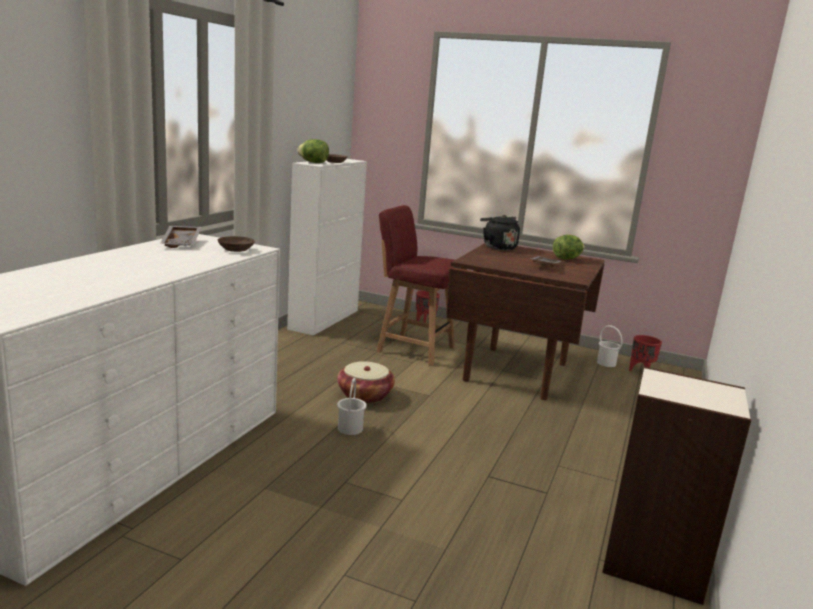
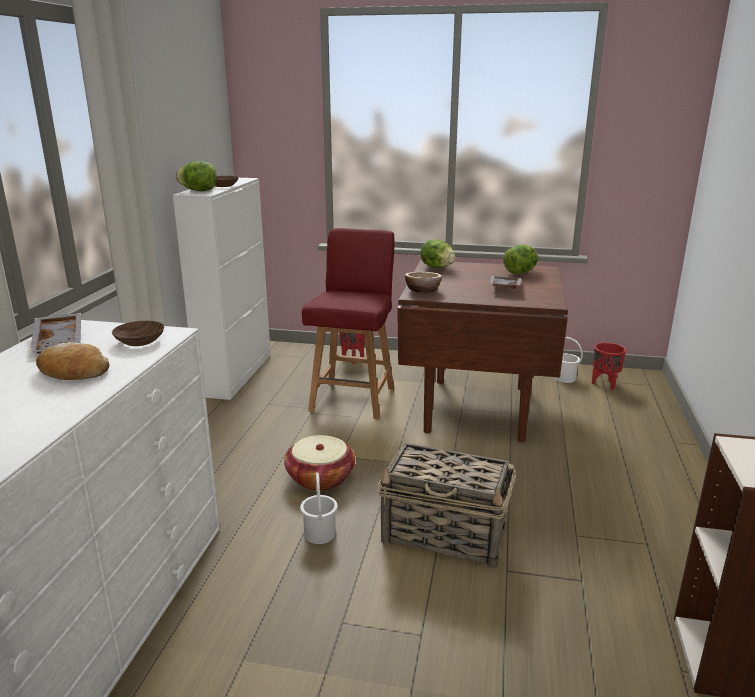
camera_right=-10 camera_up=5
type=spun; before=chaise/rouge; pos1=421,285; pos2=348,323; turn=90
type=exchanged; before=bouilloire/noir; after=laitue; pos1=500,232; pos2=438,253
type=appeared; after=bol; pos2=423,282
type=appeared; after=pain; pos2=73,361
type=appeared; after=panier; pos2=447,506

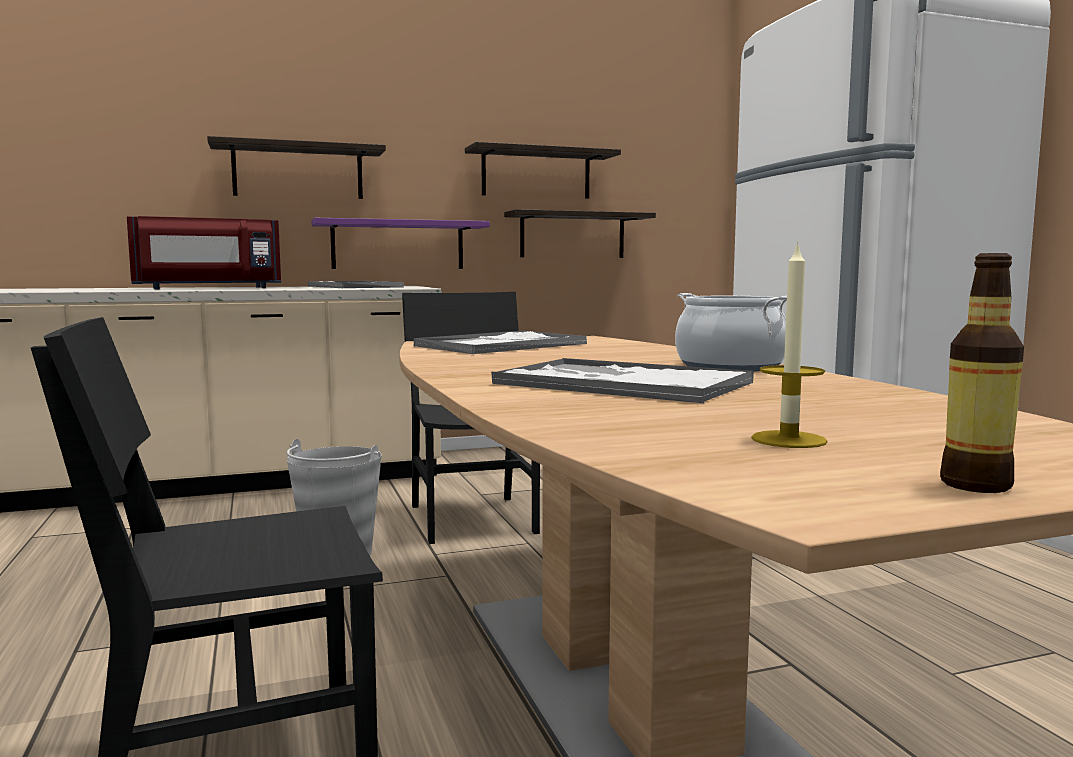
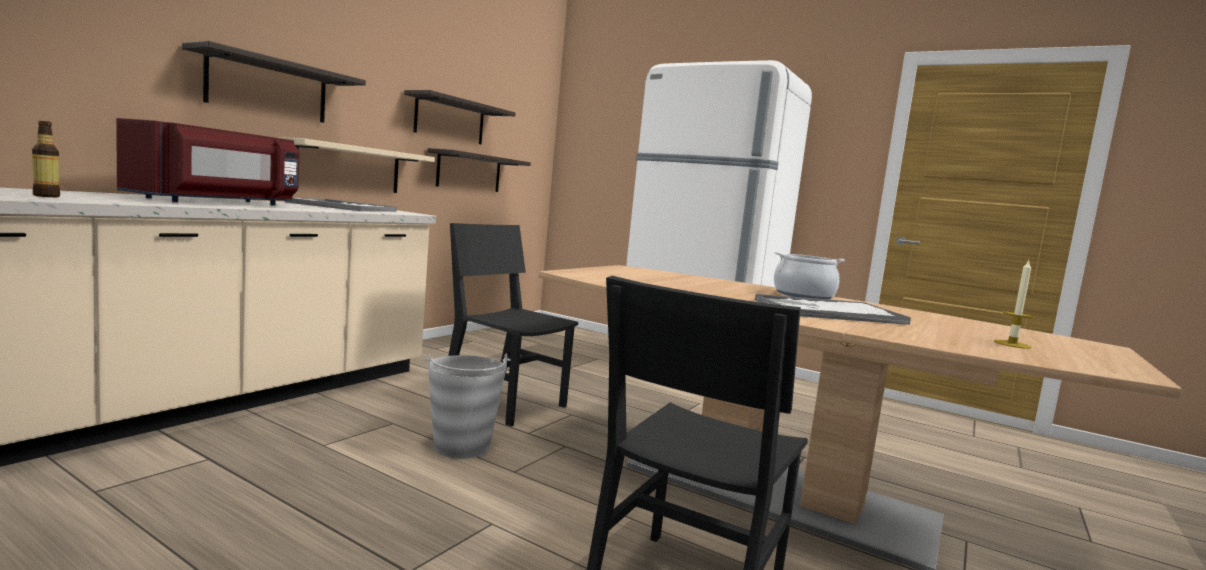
camera_right=-40 camera_up=0
type=colour; before=étagère/violet; after=étagère/beige; pos1=400,243; pos2=356,165
type=relocated; before=bouteille; pos1=982,373; pos2=46,158
type=missing; before=plateau; pos1=500,342

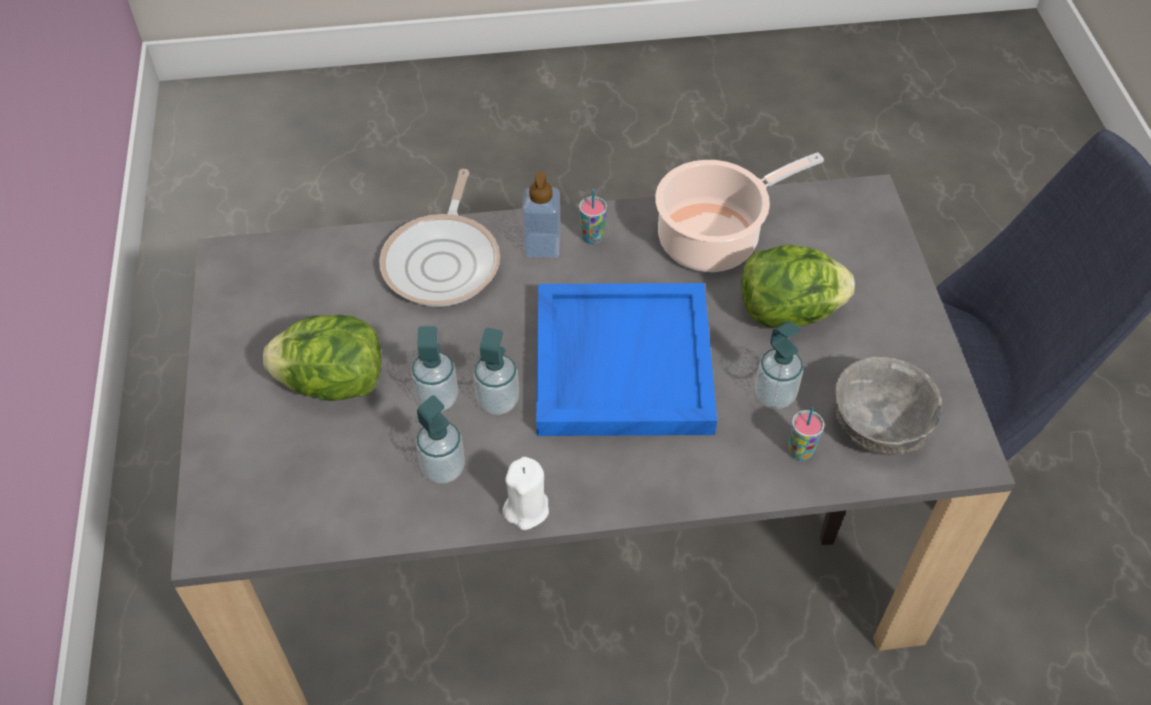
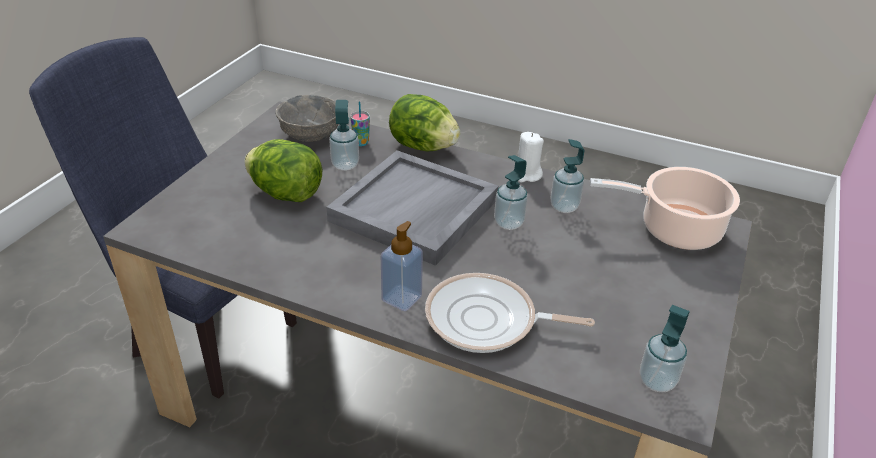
camera_right=-150 camera_up=-15
type=relocated; before=marmite; pos1=739,212; pos2=665,208
type=spun; before=poêle; pos1=439,238; pos2=510,313; turn=-120
type=missing; before=tasse; pos1=593,216
type=colour; before=plateau/bleu; after=plateau/gris; pos1=626,359; pos2=412,208
type=relocated; before=laitue; pos1=322,358; pos2=424,122
type=relocated; before=distributeur de savon; pos1=434,369; pos2=664,348

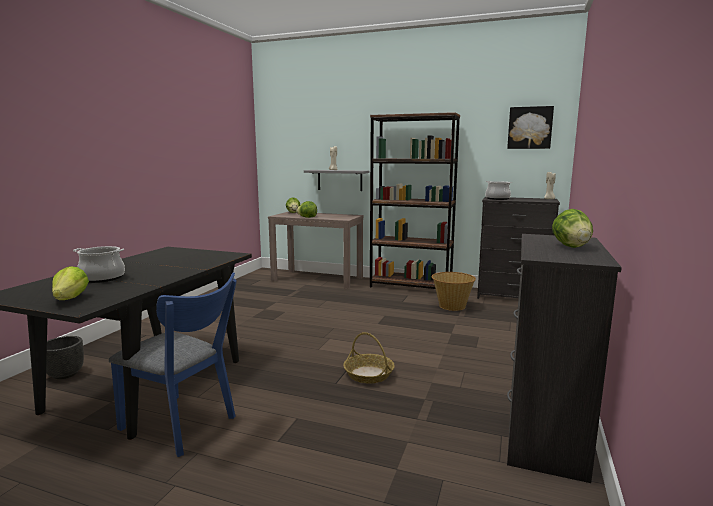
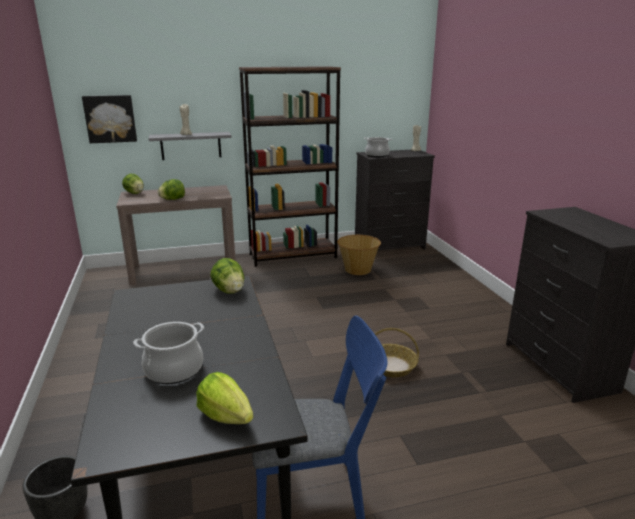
camera_right=-35 camera_up=10
type=relocated; before=tableau; pos1=530,127; pos2=109,119
type=relocated; before=laitue; pos1=572,228; pos2=227,276

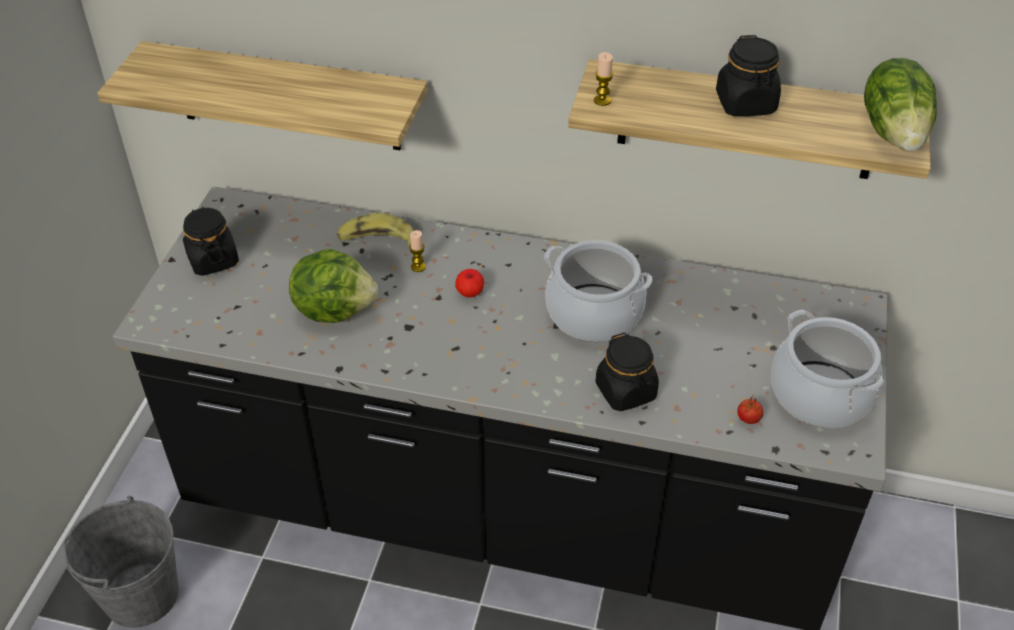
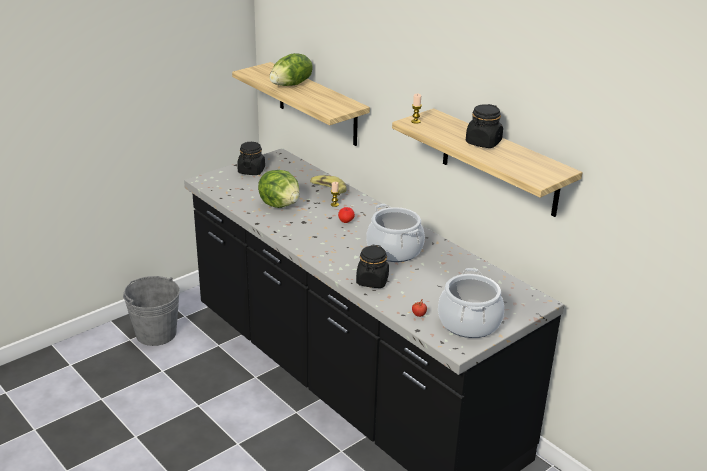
camera_right=35 camera_up=-15
type=relocated; before=laitue; pos1=900,104; pos2=291,69

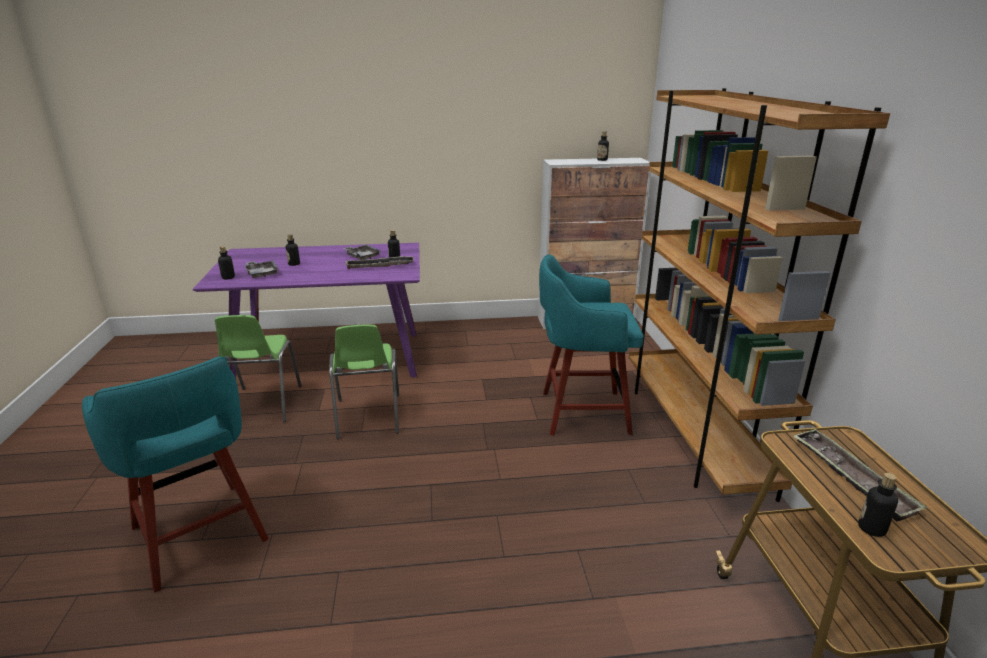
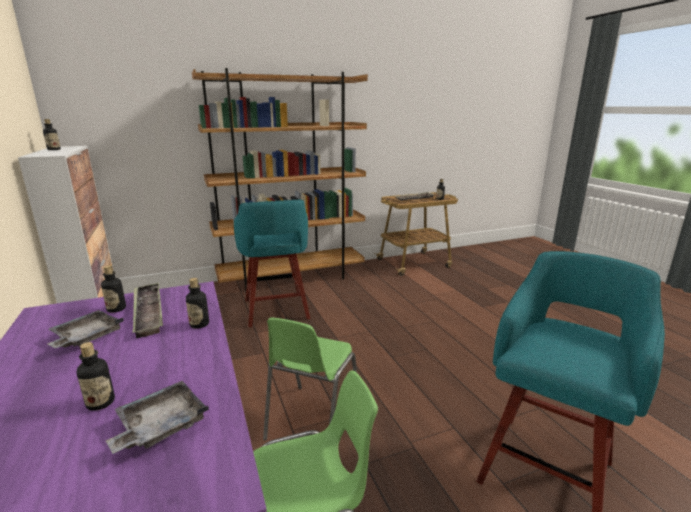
camera_right=-105 camera_up=-5
type=relocated; before=bouteille; pos1=226,262; pos2=197,303
type=spun; before=chaise/vert; pos1=364,382; pos2=310,378; turn=135

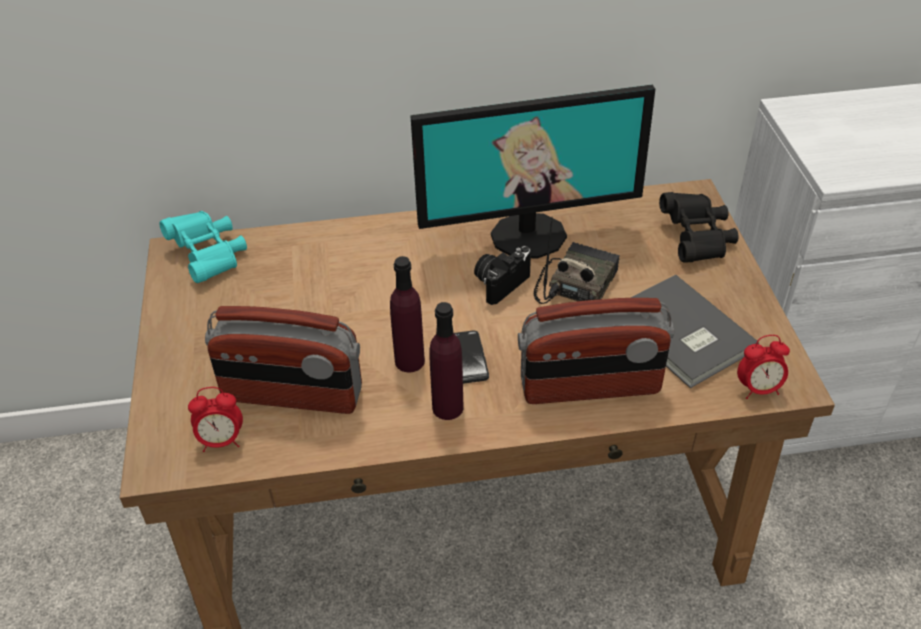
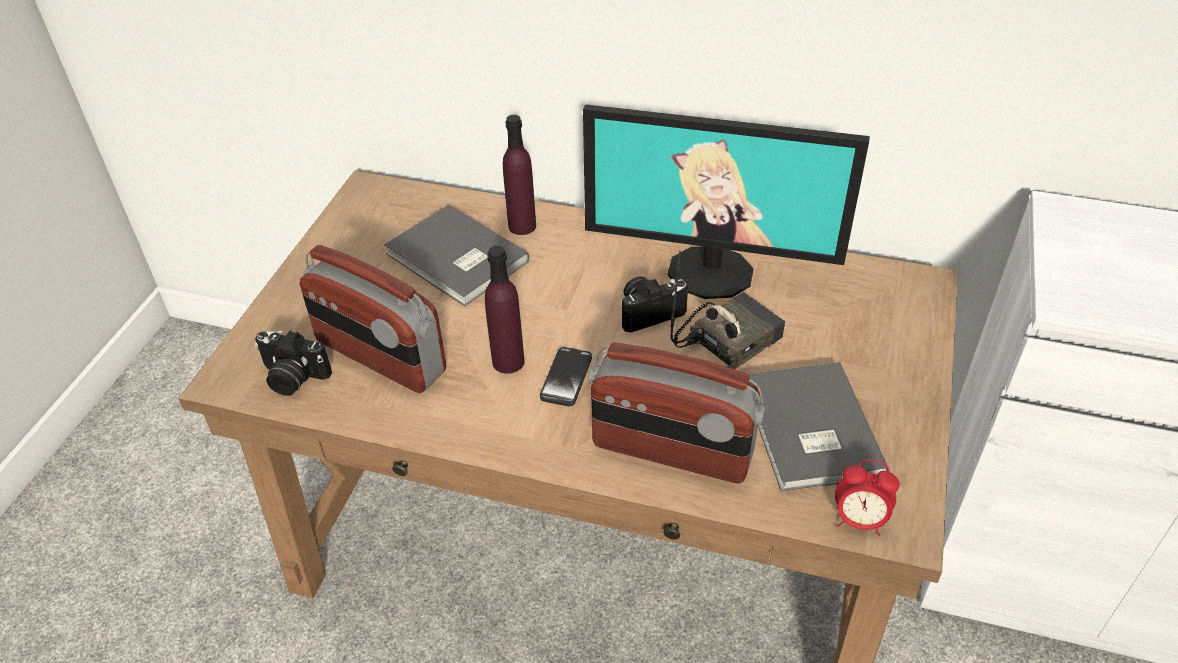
camera_right=25 camera_up=0
type=missing; before=jumelles/noir; pos1=699,227
type=missing; before=jumelles/turquoise; pos1=203,247
type=relocated; before=bouteille/violet; pos1=446,361; pos2=519,175
type=exchanged; before=réveil; after=appareil photo; pos1=215,419; pos2=293,363
type=appeared; after=livre/gris; pos2=456,255

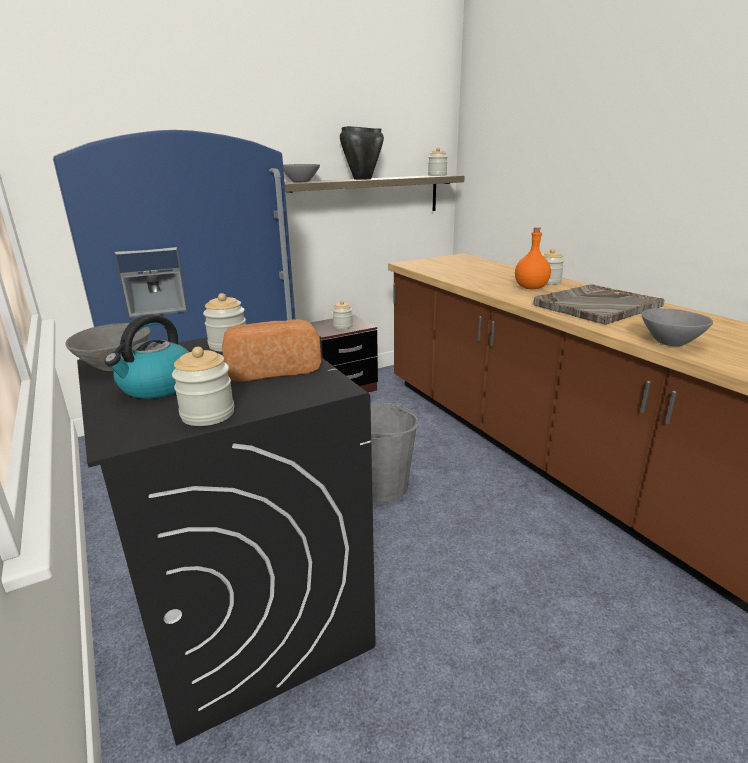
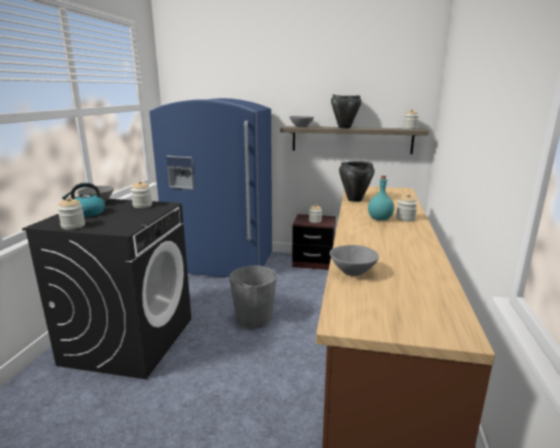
camera_right=40 camera_up=-5
type=colour; before=bouteille/orange; after=bouteille/turquoise; pos1=533,258; pos2=381,198
type=missing; before=plateau/gris; pos1=599,304
type=missing; before=pain; pos1=271,350
type=appeared; after=marmite/noir; pos2=357,181

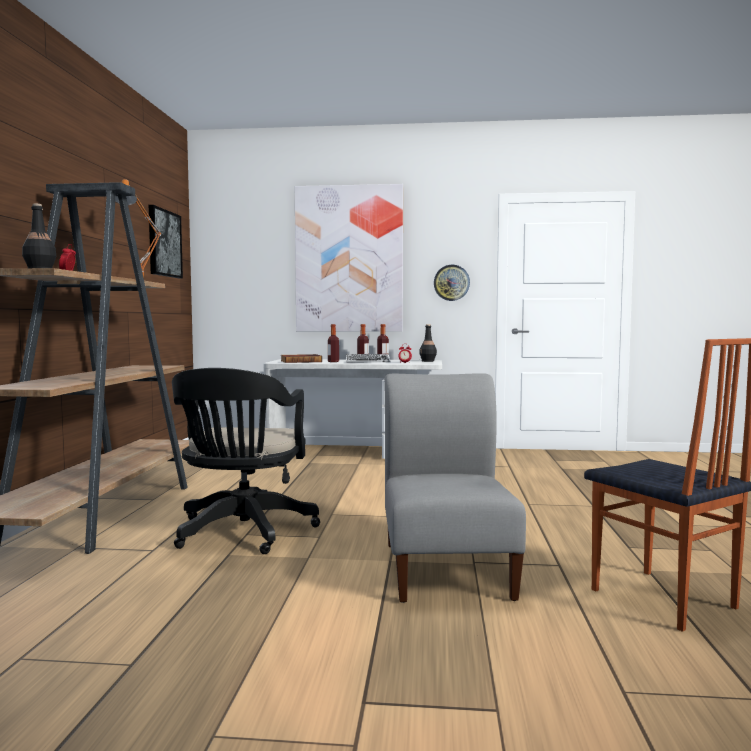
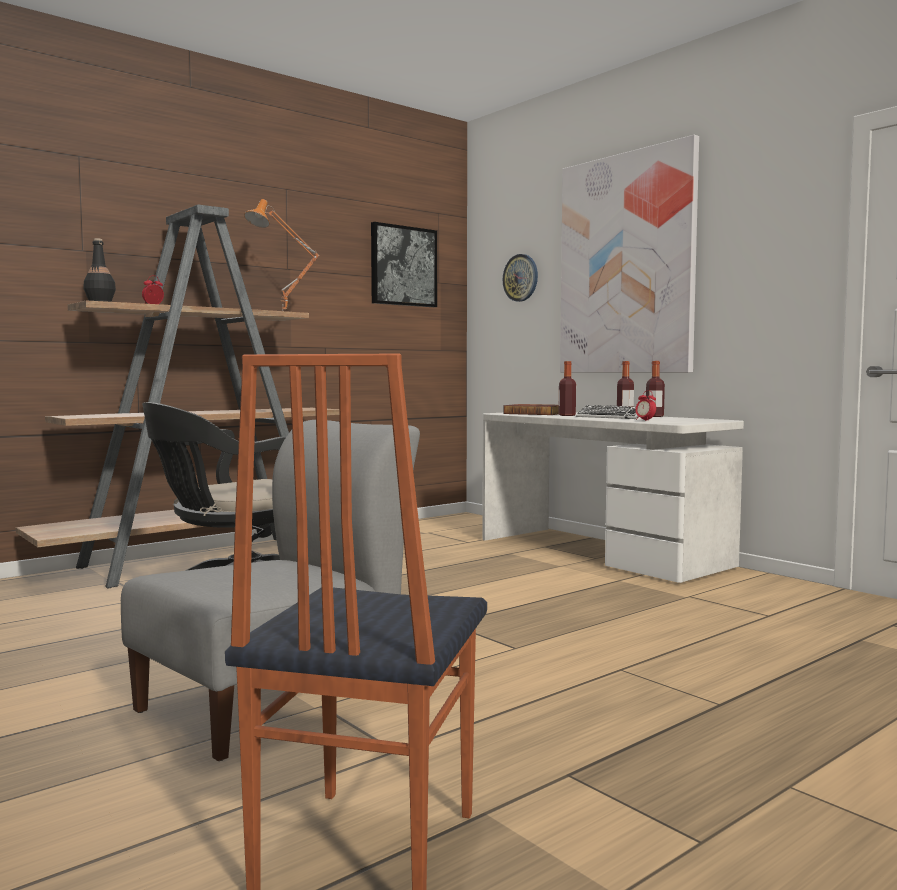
camera_right=45 camera_up=0
type=relocated; before=horloge murale; pos1=452,283; pos2=520,278
type=missing; before=bouteille/noir; pos1=428,343

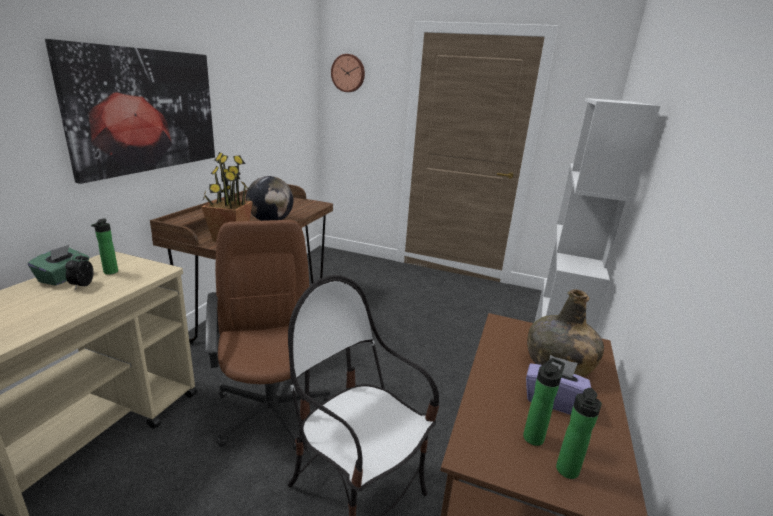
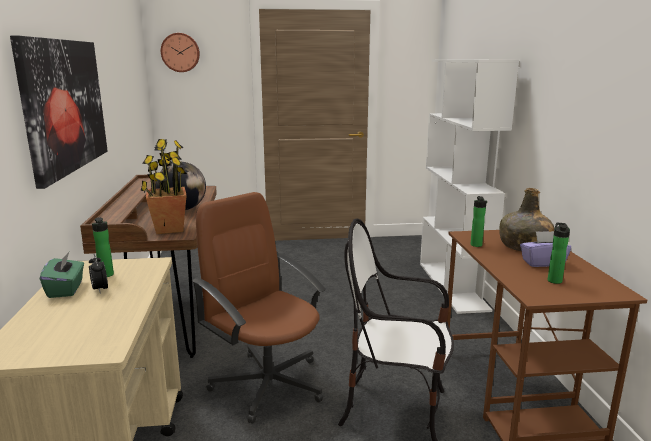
camera_right=-25 camera_up=-5
type=relocated; before=bouteille; pos1=579,433; pos2=479,221

